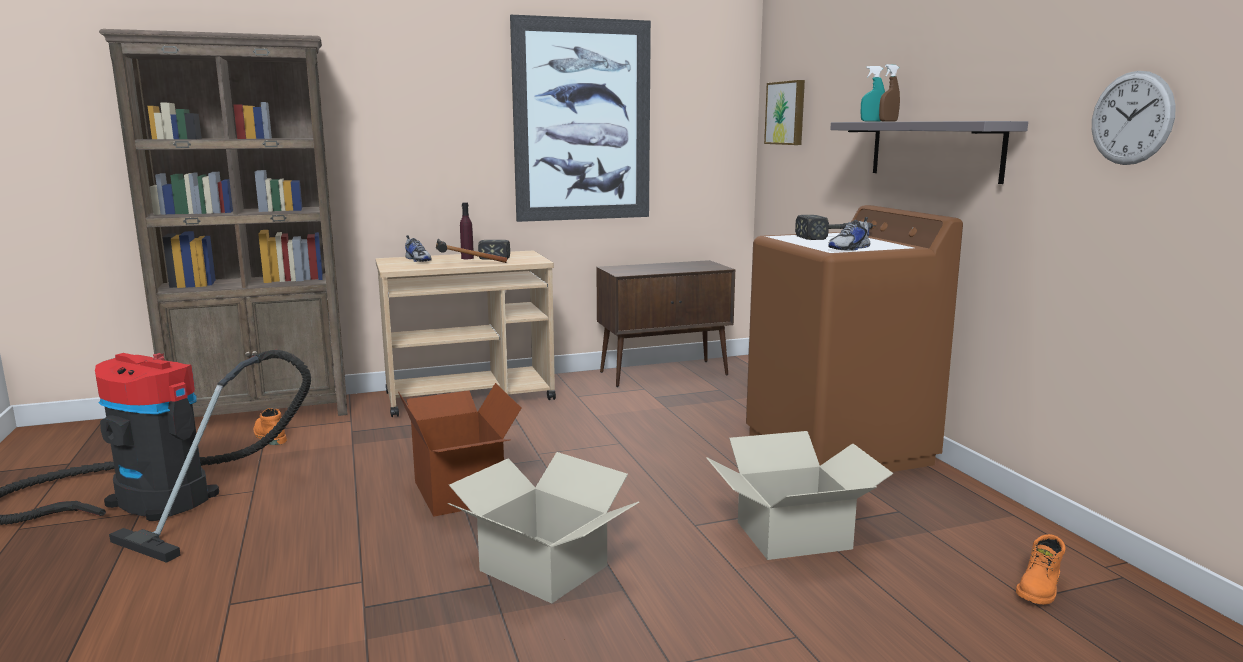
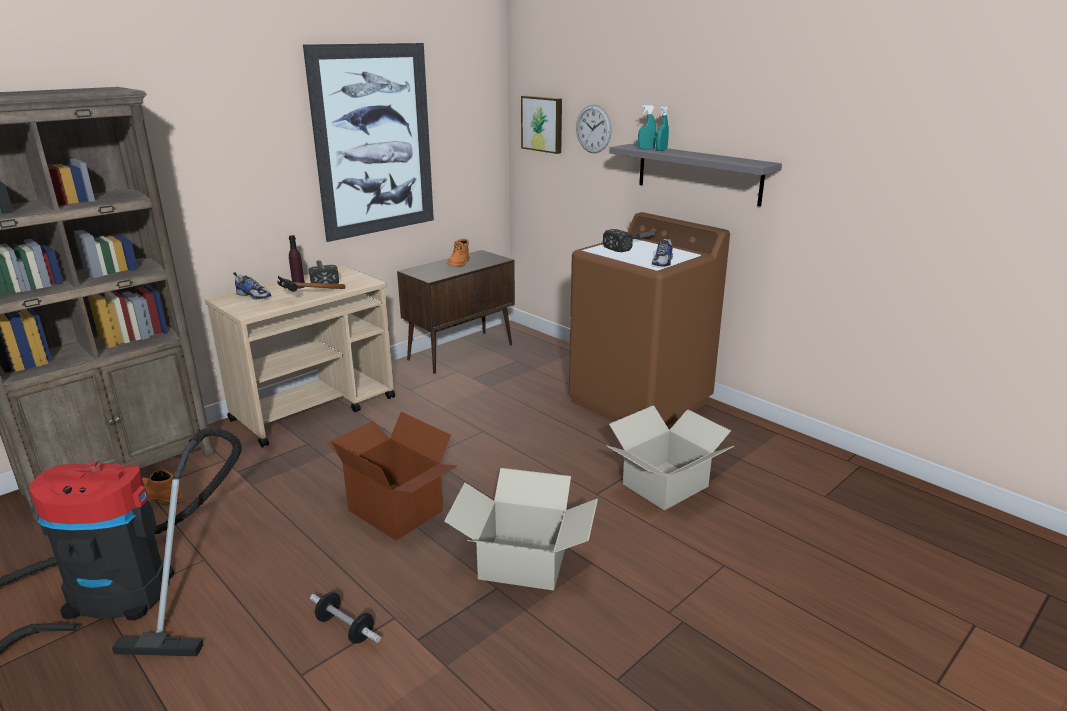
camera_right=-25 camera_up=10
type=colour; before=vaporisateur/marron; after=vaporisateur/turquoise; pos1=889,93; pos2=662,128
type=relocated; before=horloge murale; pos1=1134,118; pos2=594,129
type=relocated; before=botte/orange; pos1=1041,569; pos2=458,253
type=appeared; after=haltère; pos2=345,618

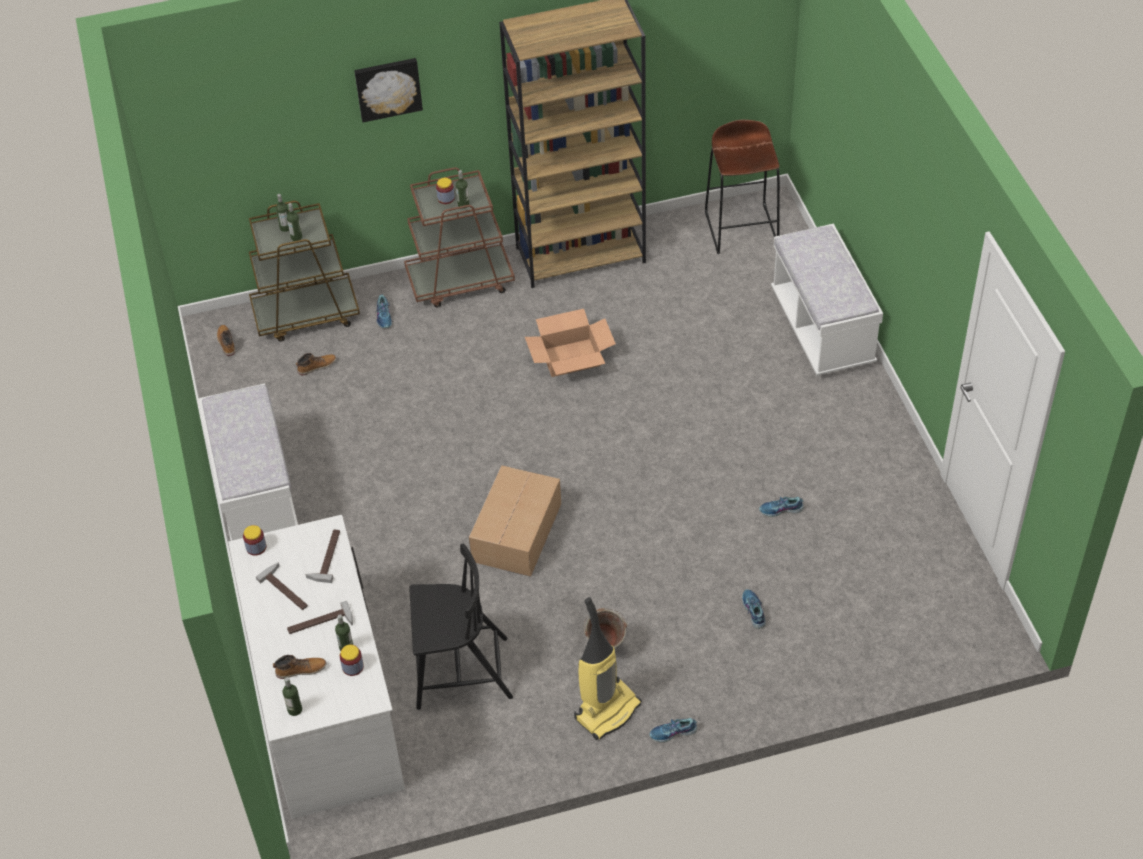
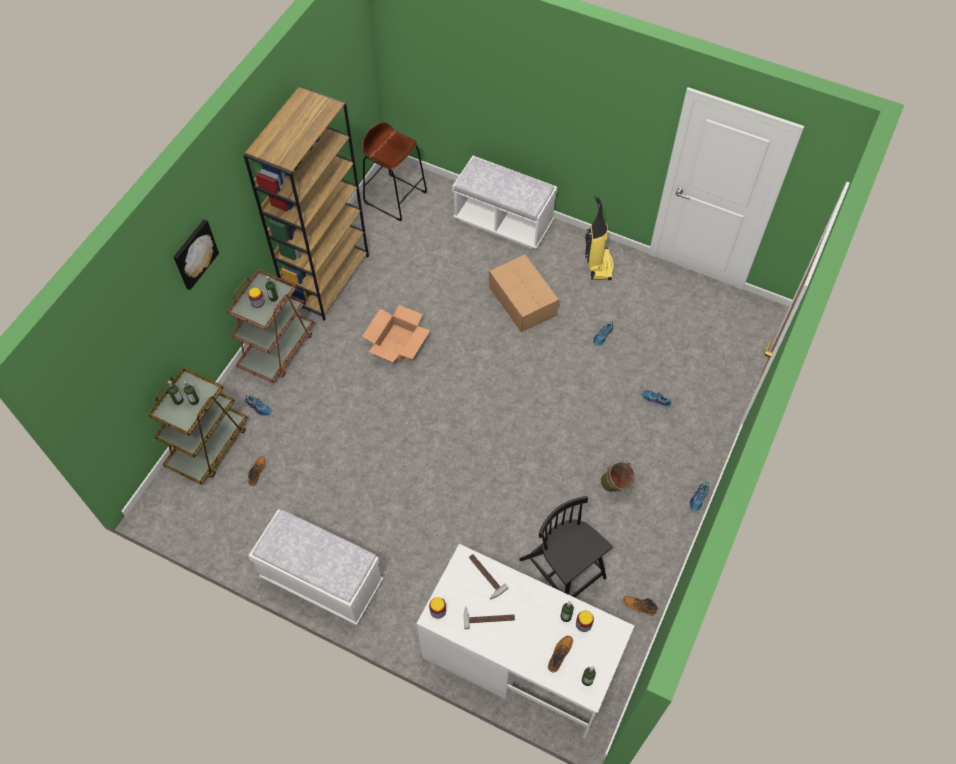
camera_right=-50 camera_up=10
type=relocated; before=botte; pos1=226,340; pos2=640,606
type=relocated; before=carton; pos1=515,521; pos2=524,293
type=spun; before=chaise/noir; pos1=461,626; pos2=566,547; turn=-75
type=relocated; before=aspirateur; pos1=608,668; pos2=599,237
type=missing; before=marteau; pos1=320,617

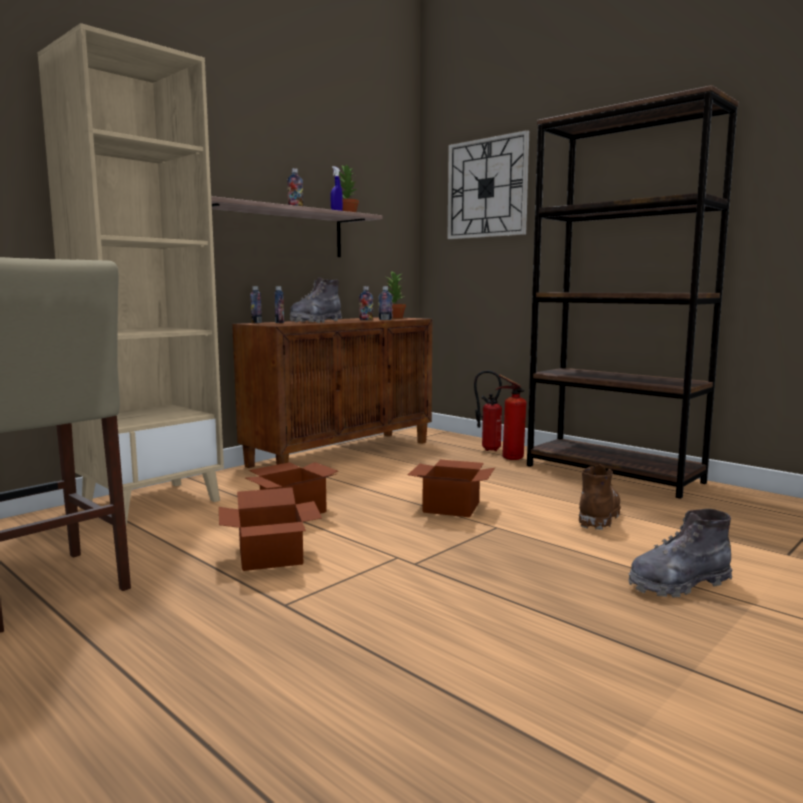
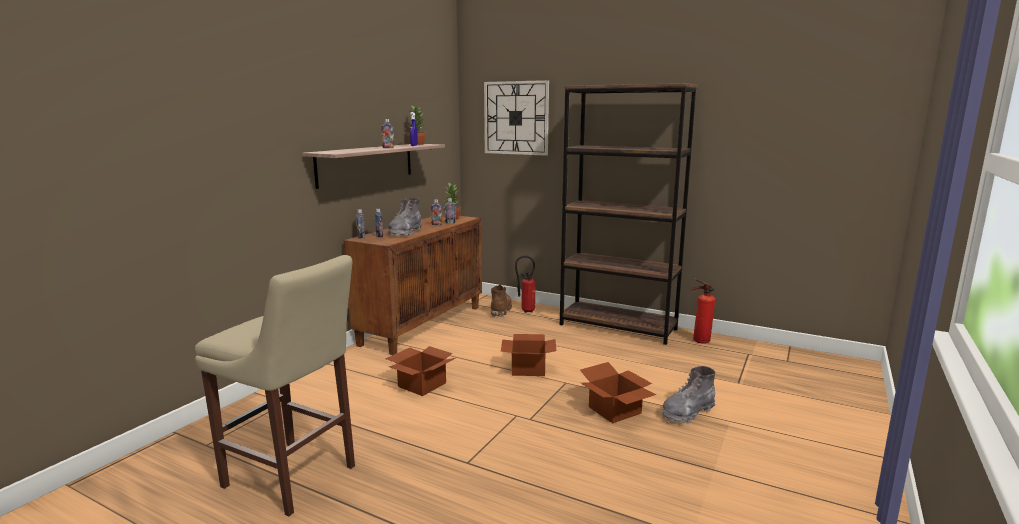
camera_right=-15 camera_up=5
type=missing; before=bibliothèque/beige; pos1=131,274
type=relocated; before=extincteur; pos1=510,417; pos2=703,311
type=relocated; before=botte/marron; pos1=600,497; pos2=501,301
type=relocated; before=carton; pos1=270,529; pos2=618,392

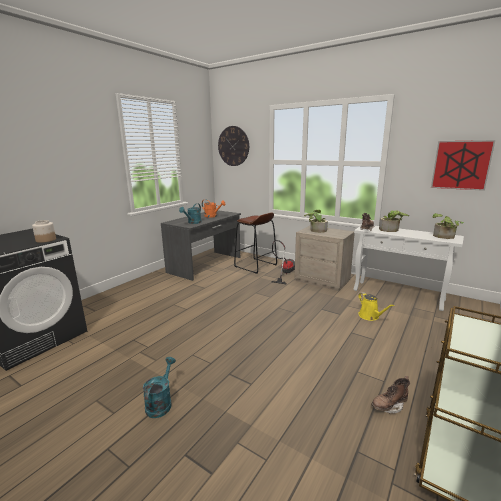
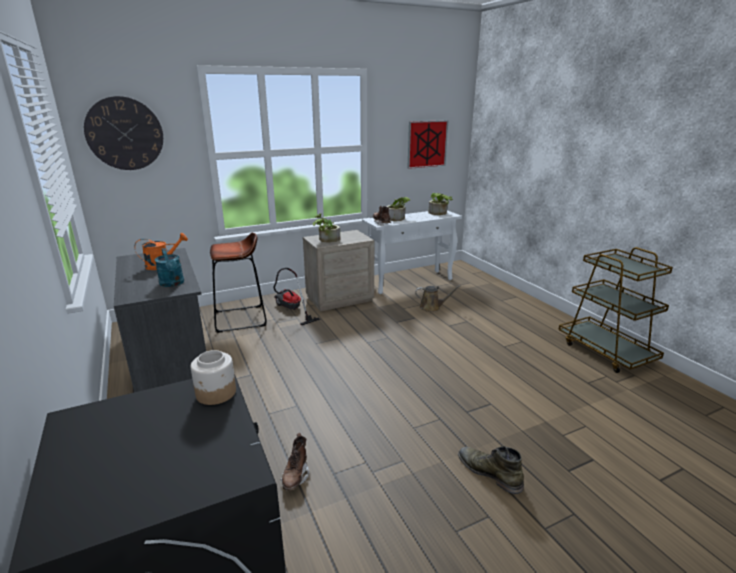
camera_right=-60 camera_up=5
type=colour; before=arrosoir/jaune; after=arrosoir/marron; pos1=376,306; pos2=438,298
type=exchanged; before=arrosoir/turquoise; after=botte/vert; pos1=159,387; pos2=491,470
type=relocated; before=botte/marron; pos1=390,395; pos2=294,461

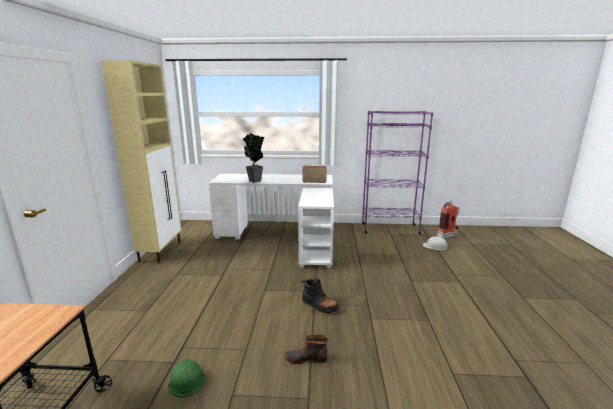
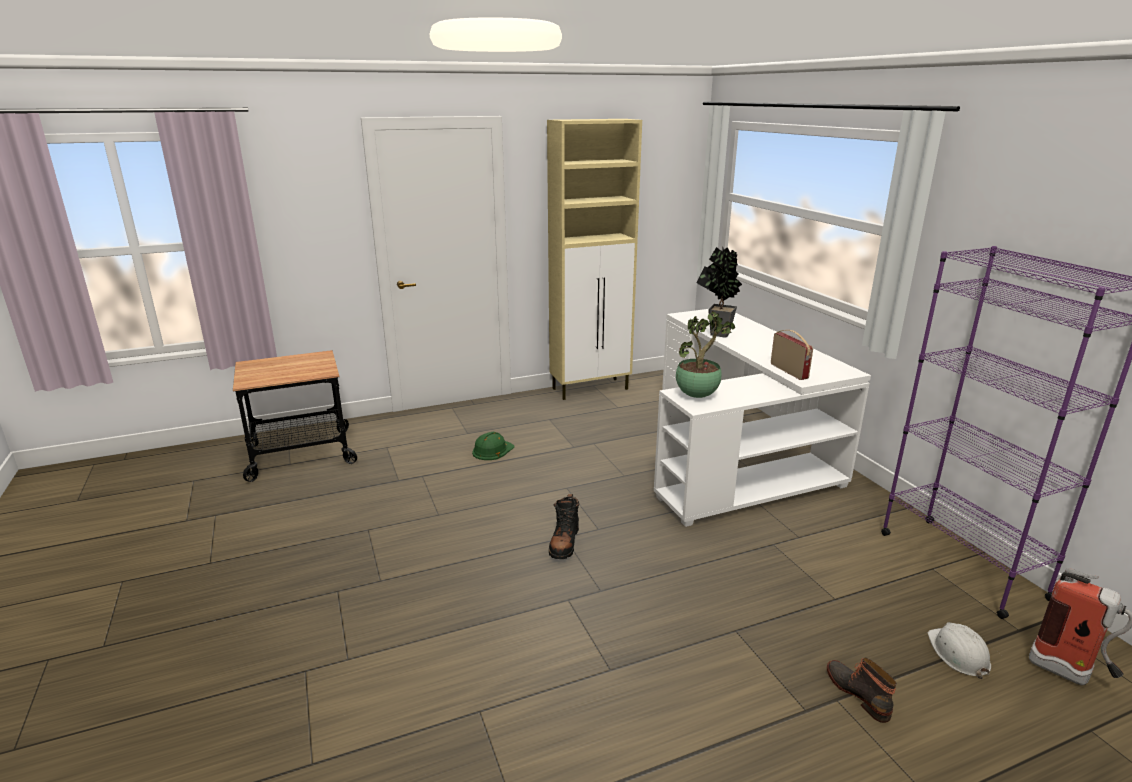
camera_right=65 camera_up=5
type=relocated; before=botte; pos1=306,349; pos2=862,690
type=relocated; before=casque de chantier/vert; pos1=186,378; pos2=493,446
type=appeared; after=plante en pot; pos2=705,354

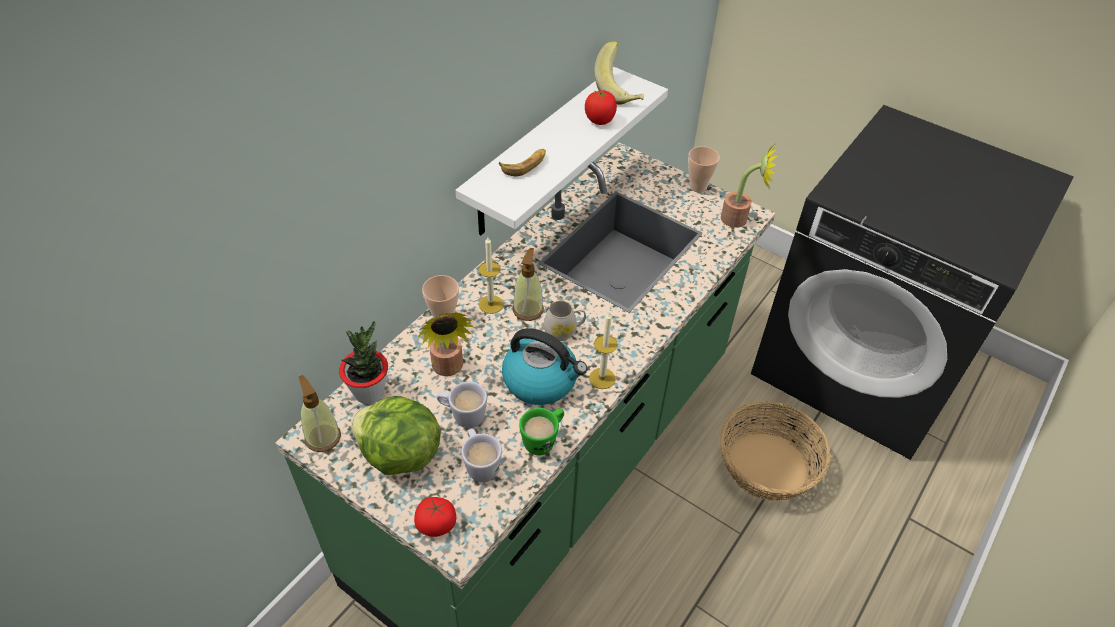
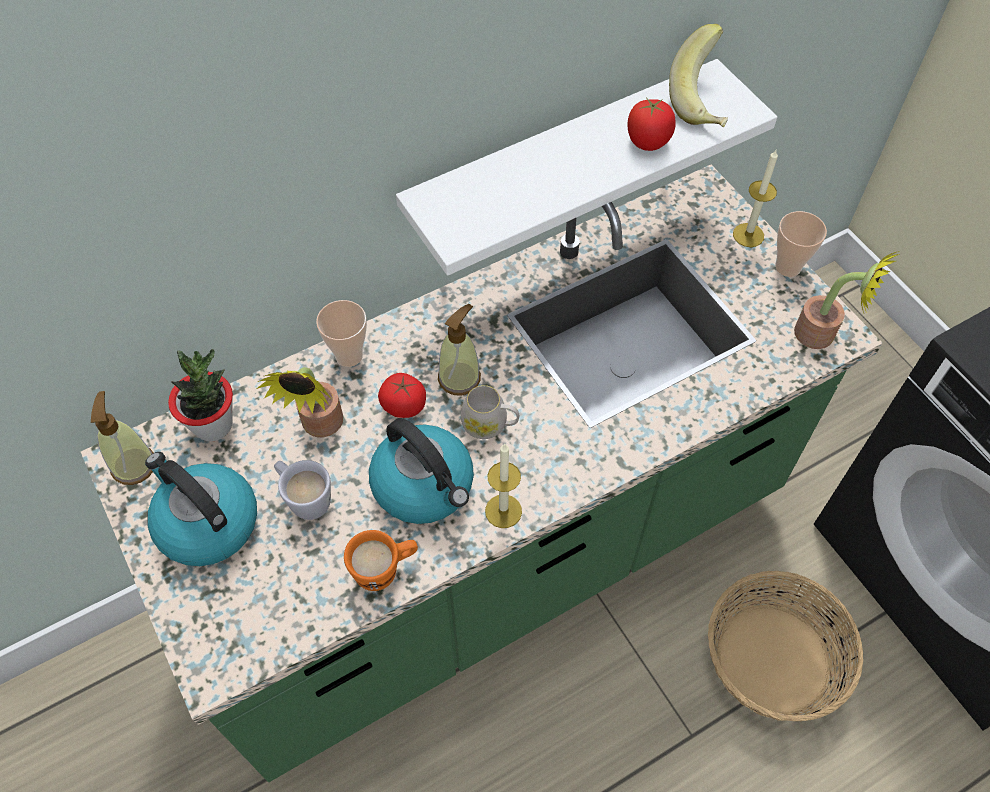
camera_right=25 camera_up=10
type=missing; before=banane; pos1=522,162
type=relocated; before=bougie; pos1=491,275; pos2=755,198
type=exchanged; before=laitue; after=bouilloire; pos1=396,435; pos2=201,509
type=colour; before=mug/vert; after=mug/orange; pos1=541,431; pos2=381,560
type=missing; before=mug/blanc; pos1=481,455
type=relocated; before=tomate; pos1=435,517; pos2=402,395

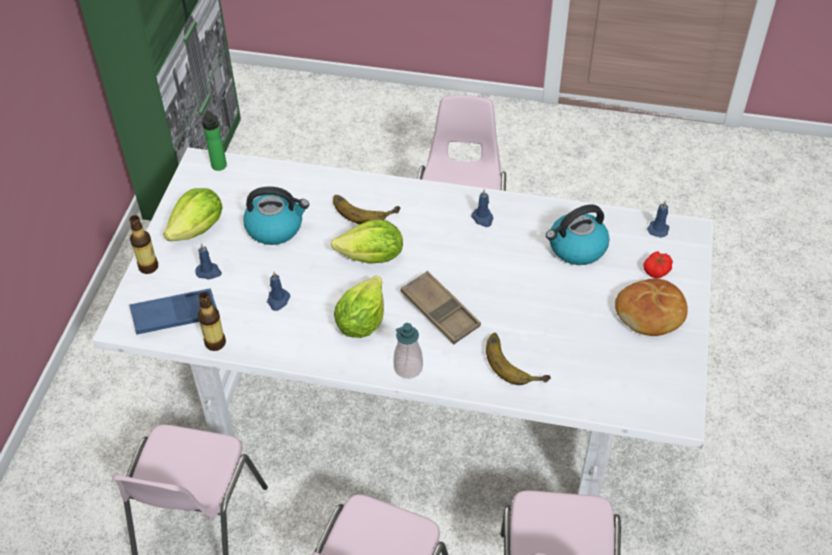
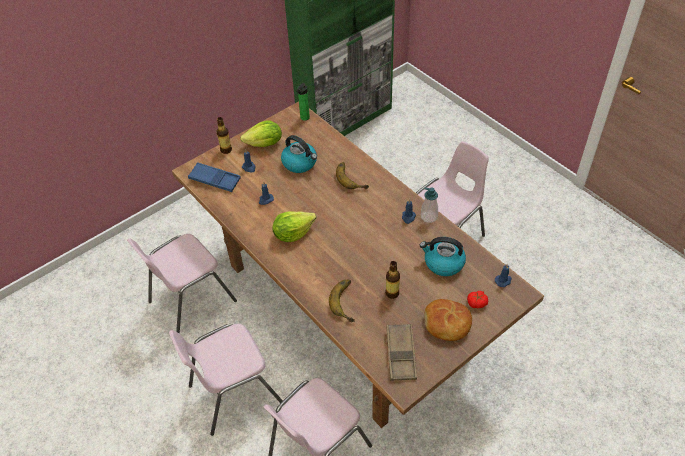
camera_right=40 camera_up=0
type=colour; before=table à manger/blanc; after=table à manger/marron; pos1=403,321; pos2=358,264
type=missing; before=laitue; pos1=367,241
type=relocated; before=plateau/marron; pos1=441,308; pos2=402,352
type=relocated; before=bouteille; pos1=212,321; pos2=392,280
type=relocated; before=distributeur de savon; pos1=408,351; pos2=429,205

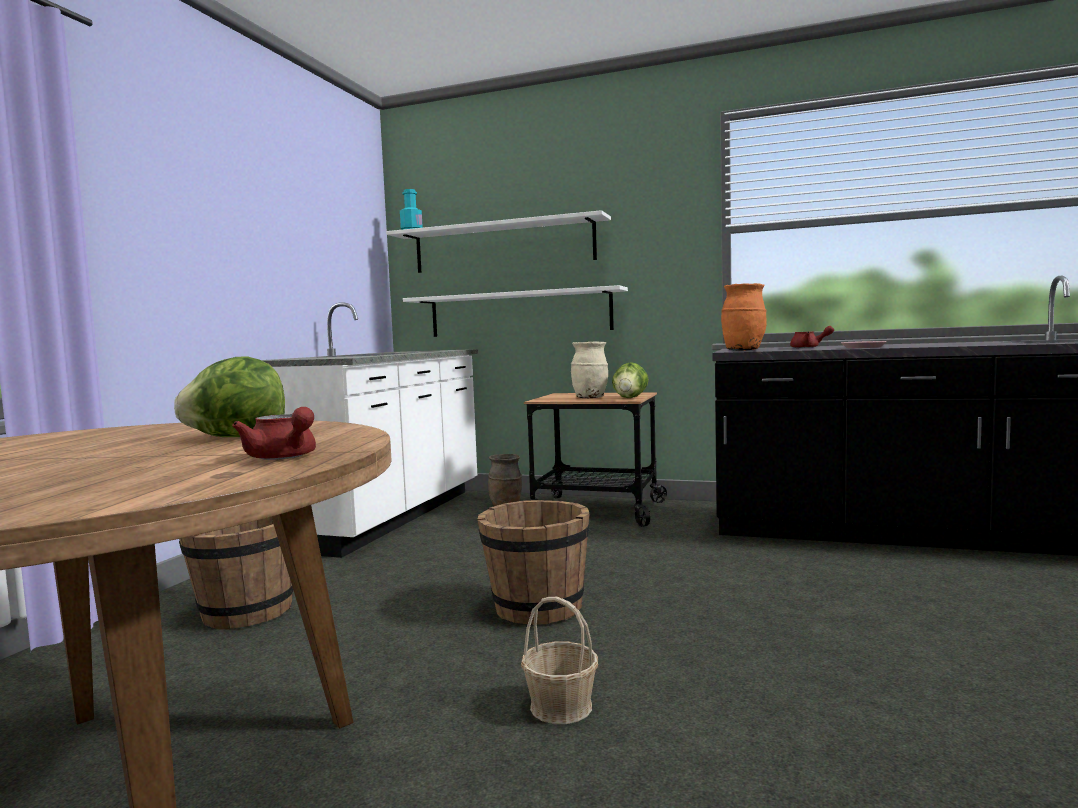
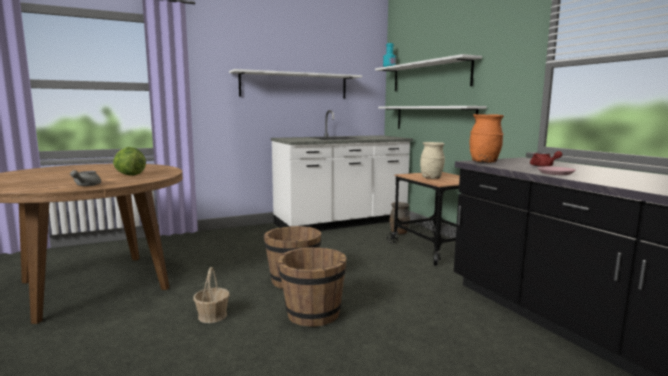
camera_right=45 camera_up=5
type=missing; before=laitue; pos1=630,380
type=colour; before=théière/rouge; after=théière/gris; pos1=274,433; pos2=85,178
type=relocated; before=seau/marron; pos1=236,573; pos2=312,287
type=appeared; after=étagère/blanc; pos2=295,84

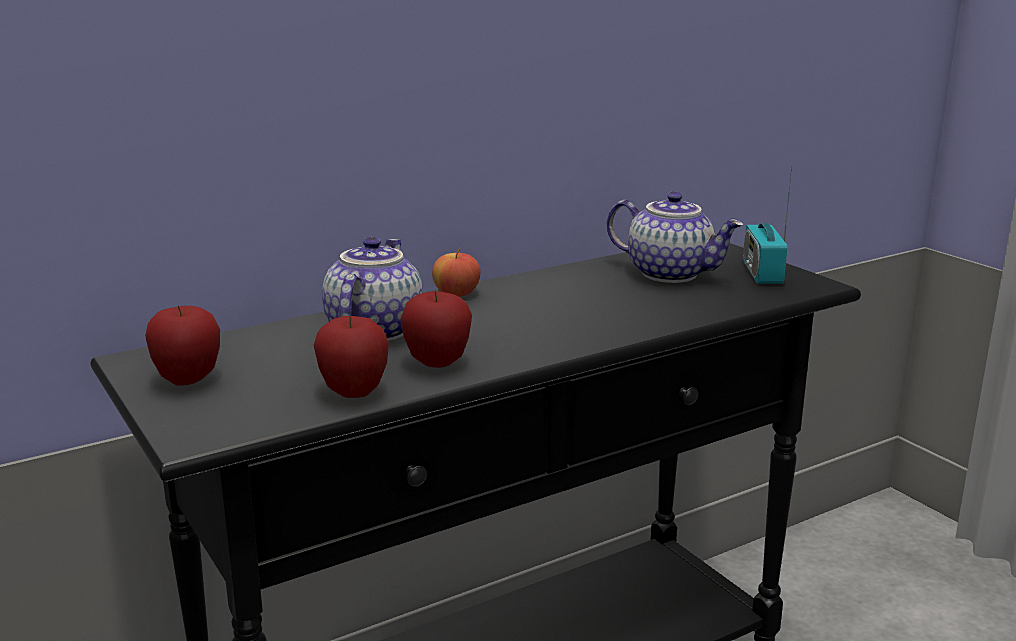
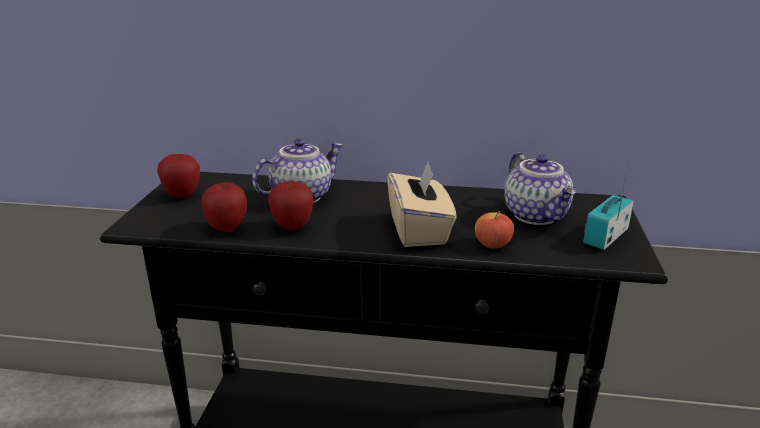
camera_right=40 camera_up=5
type=relocated; before=pomme; pos1=456,272; pos2=494,230
type=appeared; after=boîte à mouchoirs/beige; pos2=422,204

